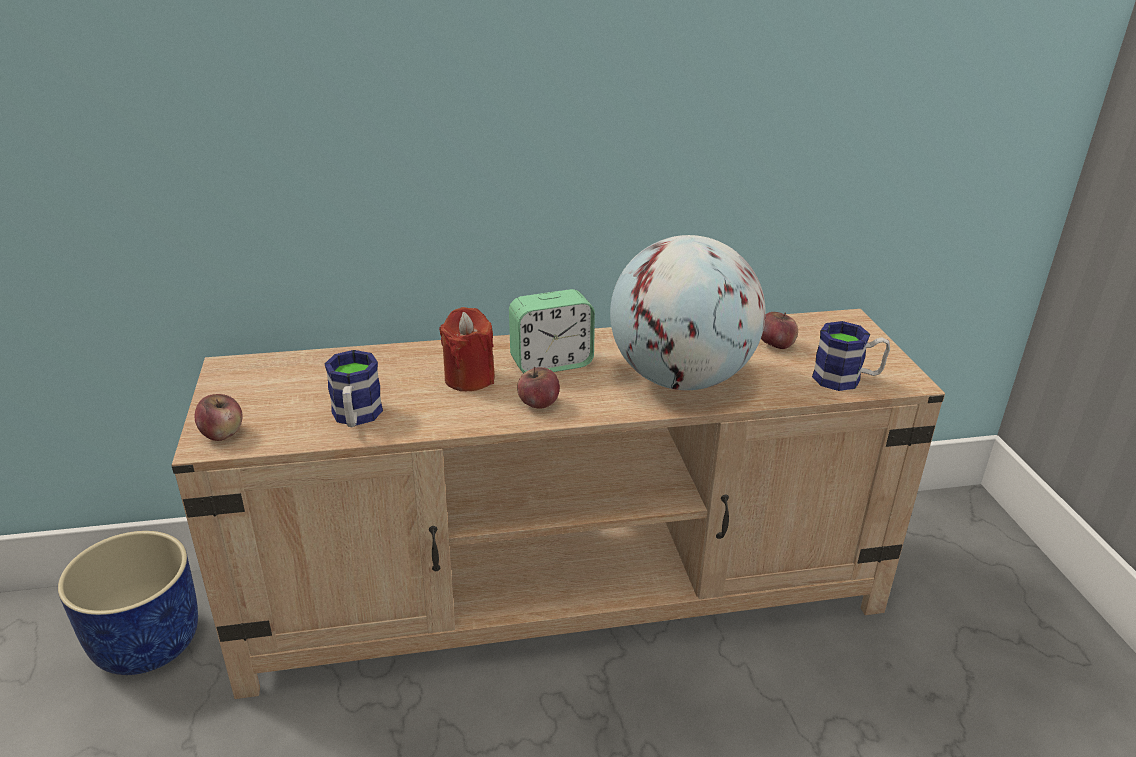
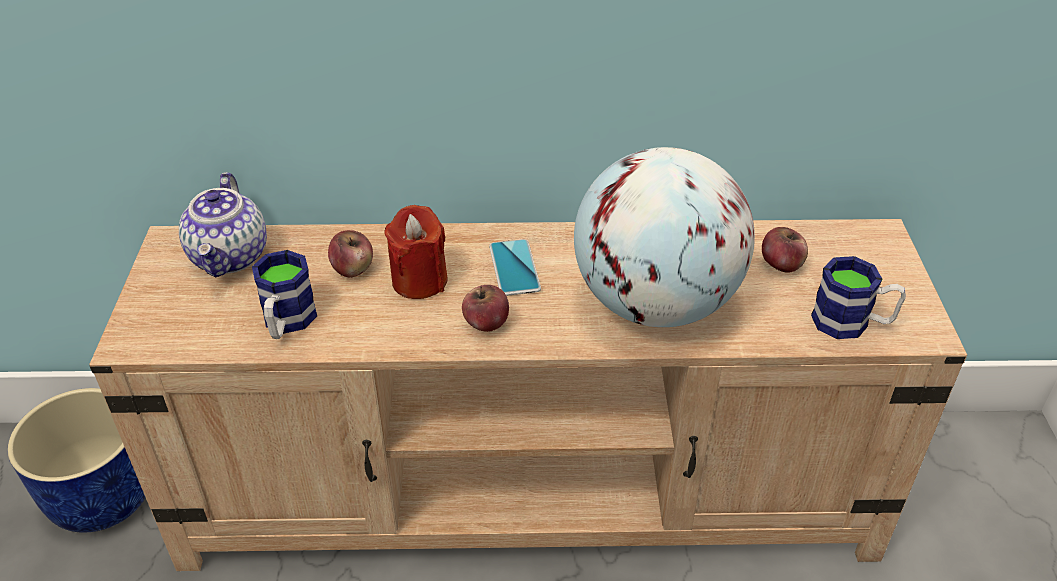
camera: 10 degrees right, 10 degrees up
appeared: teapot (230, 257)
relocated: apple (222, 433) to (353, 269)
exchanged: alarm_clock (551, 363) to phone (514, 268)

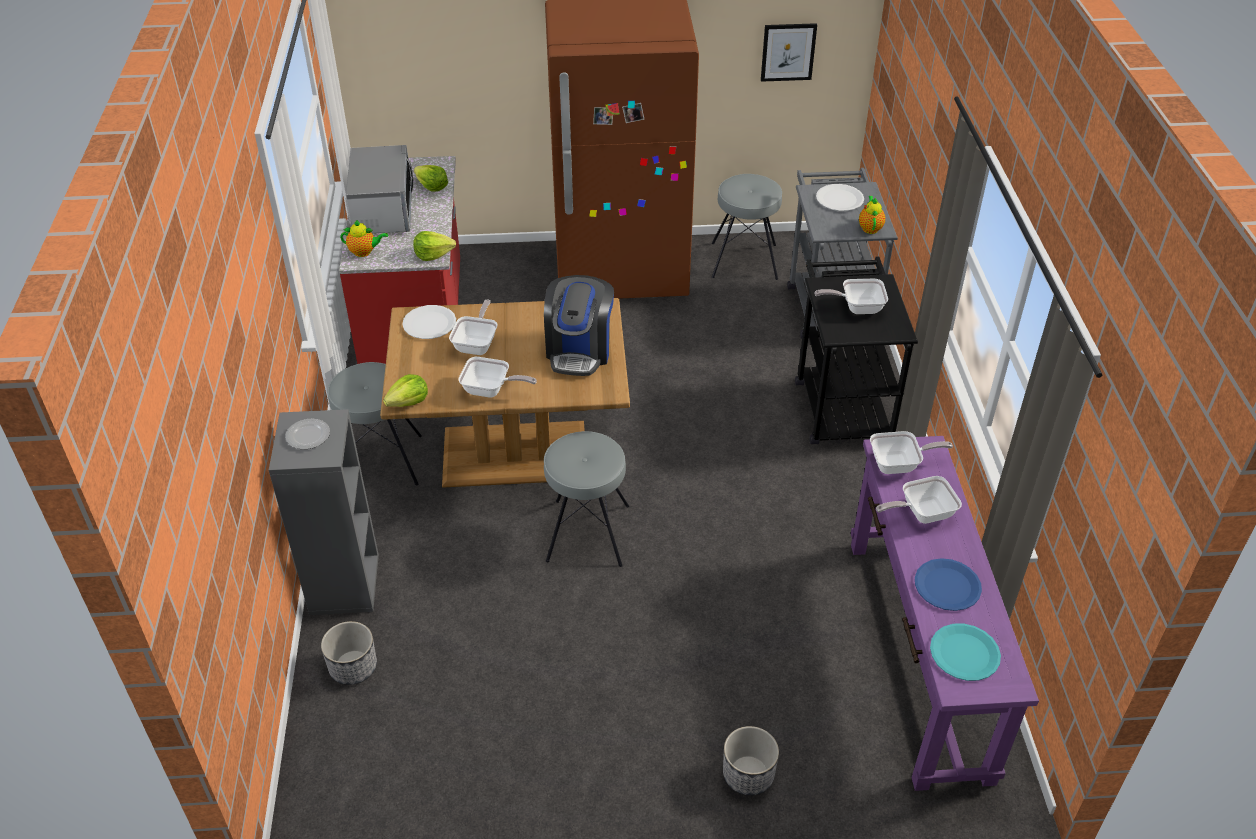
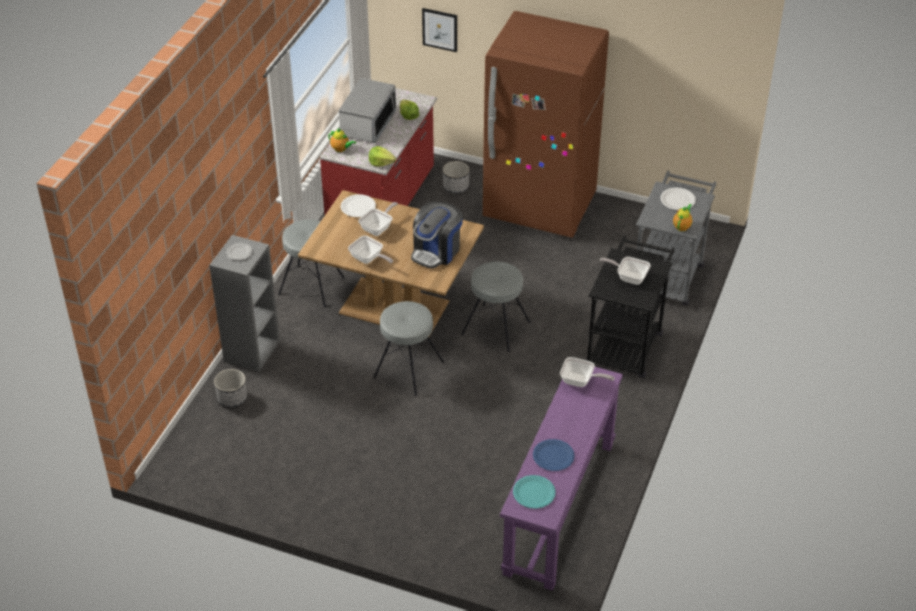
camera: 25 degrees right, 0 degrees up
missing: lettuce (409, 402); frying_pan (921, 513)
relocated: picture (788, 52) to (440, 29); planter (748, 775) to (455, 187); grey_stool (744, 261) to (495, 328)

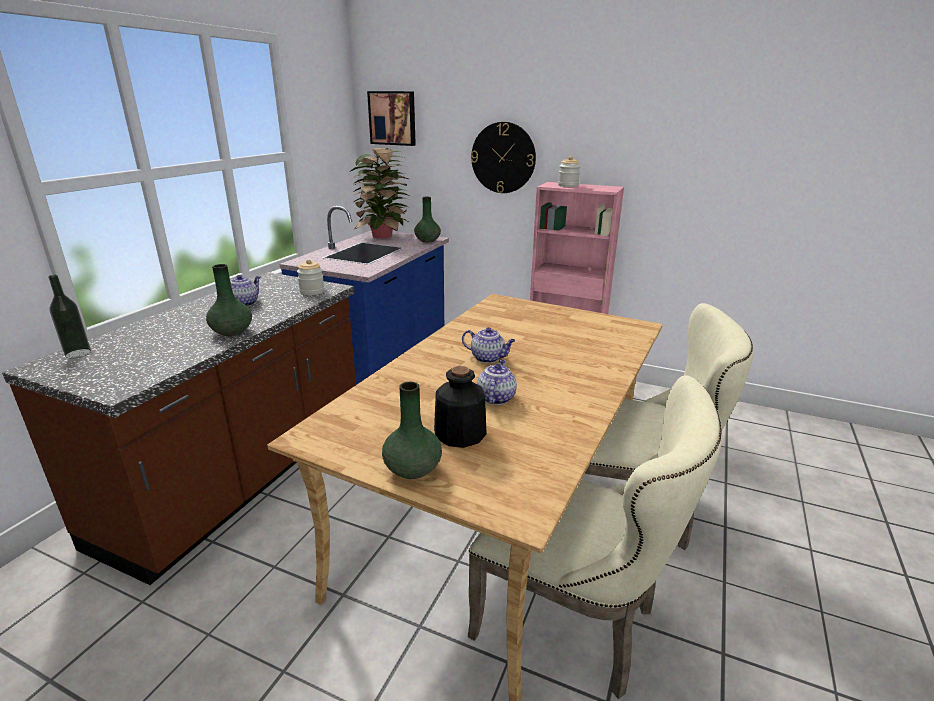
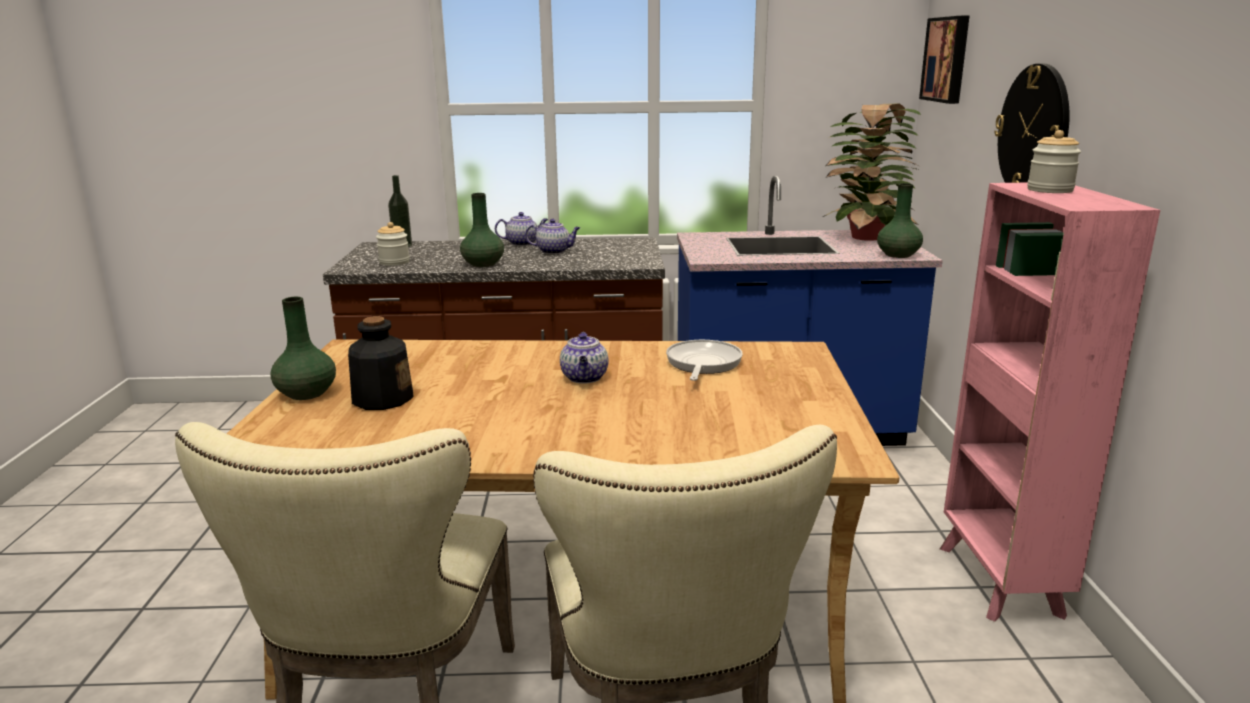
camera: 65 degrees right, 5 degrees down
appeared: frying_pan (702, 364)
relocated: jar (312, 291) to (394, 262); teapot (495, 397) to (523, 243)

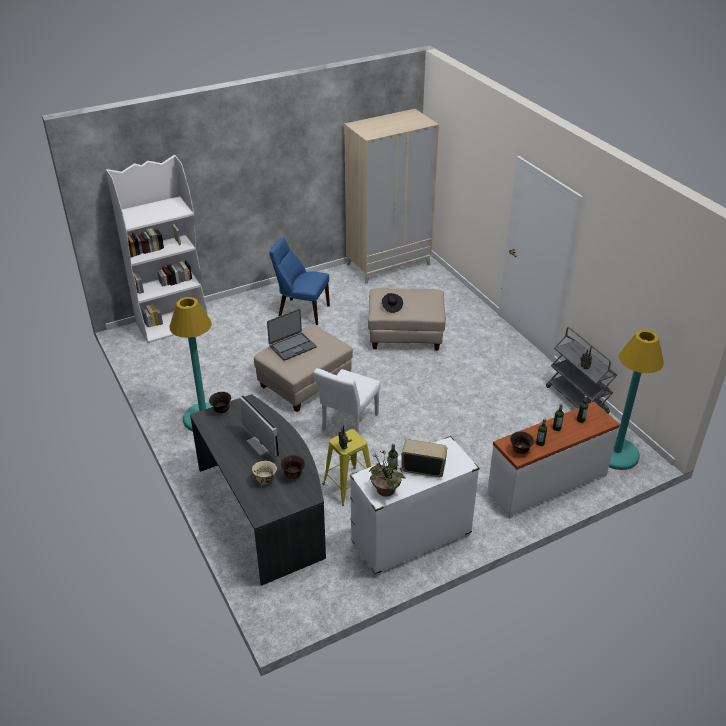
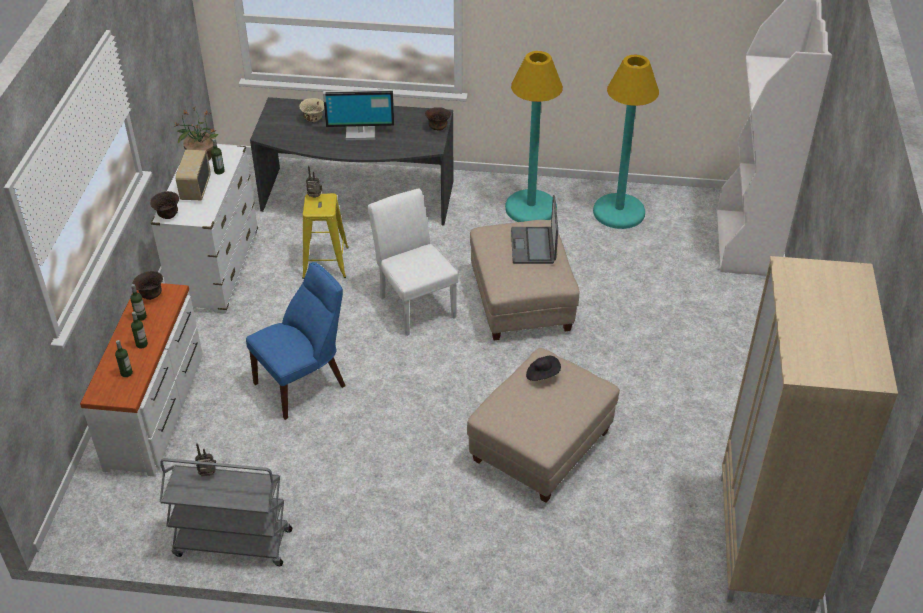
camera: 125 degrees right, 5 degrees up
relocated: brown_bowl (293, 475) to (168, 215); blue_chair (301, 311) to (304, 383); turquoise_floor_lamp (616, 454) to (619, 212)
spun: radio (423, 469) = (195, 189) 135 degrees clockwise

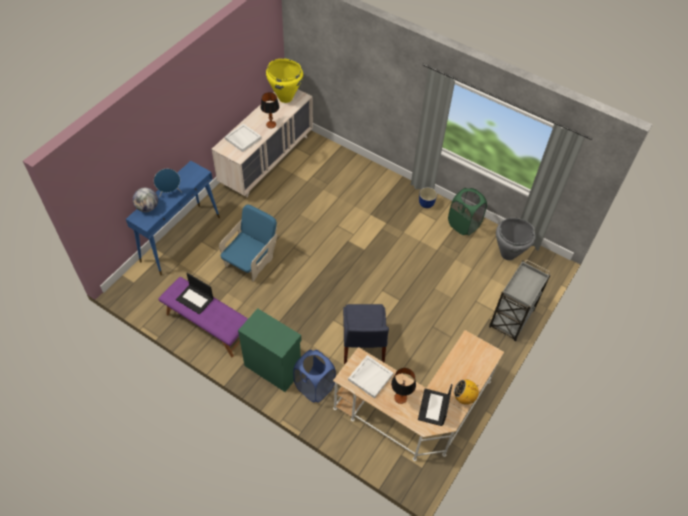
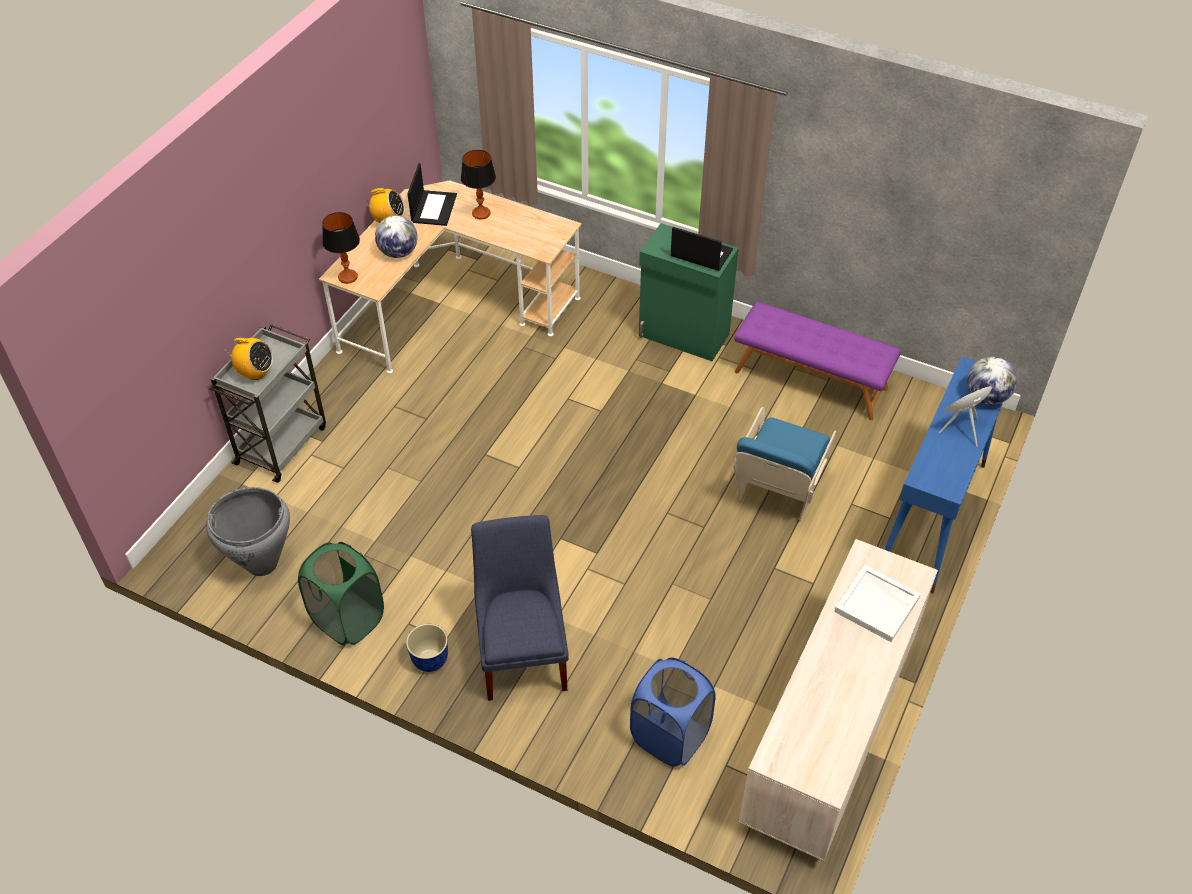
camera: 175 degrees right, 5 degrees down
missing: yellow_vase (285, 98); white_tray (370, 377)
appeared: radio (255, 373); globe (398, 253)
relocated: table_lamp (271, 125) to (347, 277); blue_chair (363, 346) to (523, 651); blue_laundry_basket (314, 387) to (670, 736); laptop (195, 299) to (700, 253)

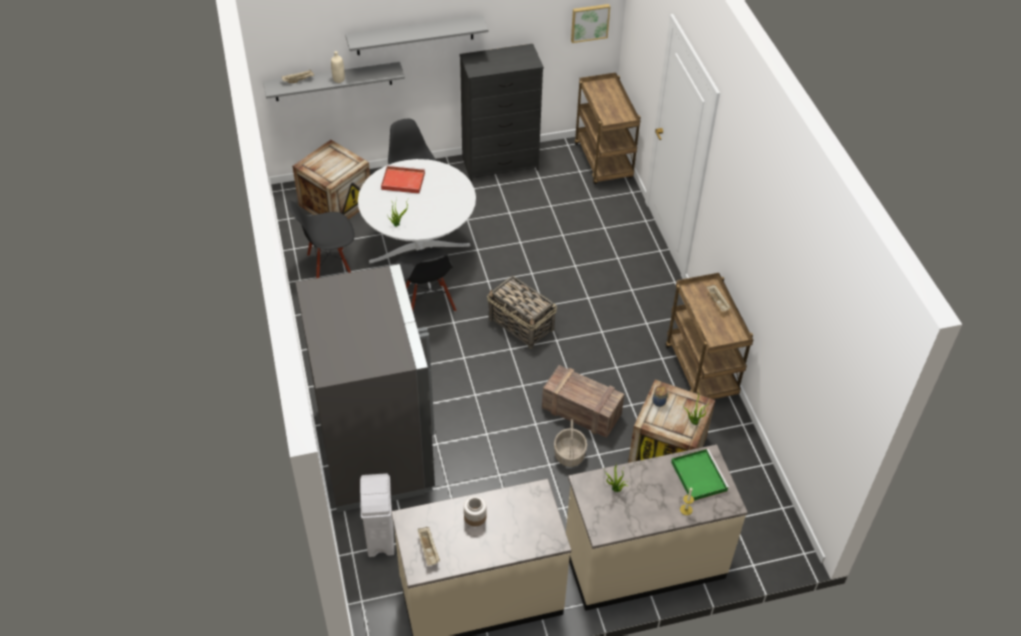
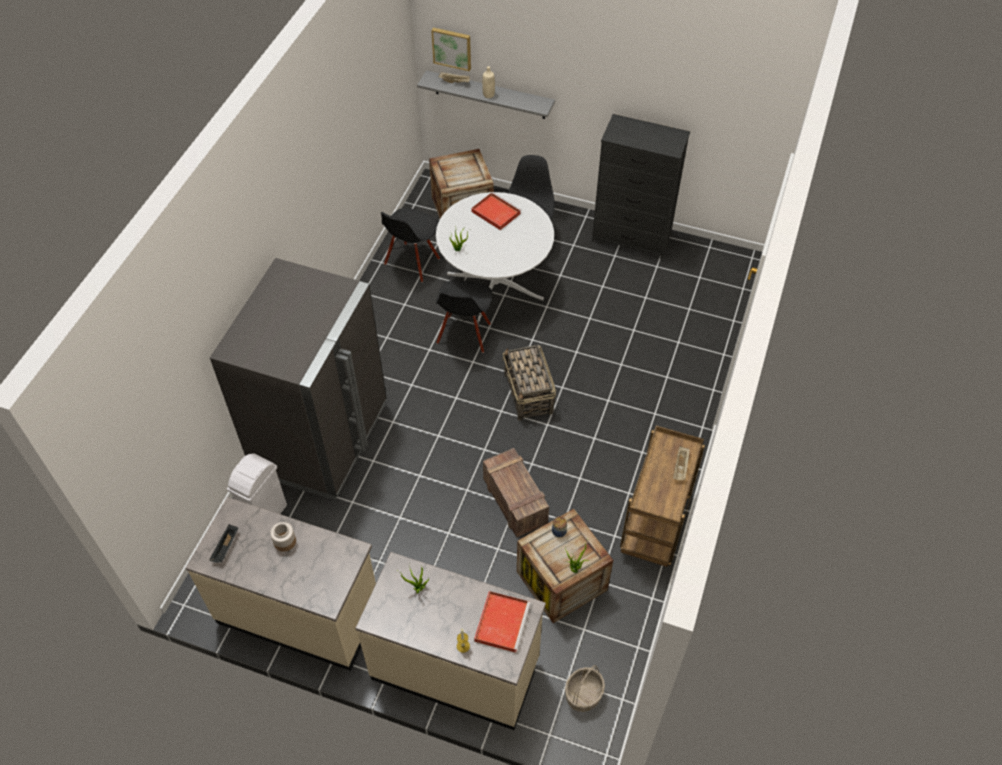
camera: 35 degrees right, 5 degrees up
missing: grey_shelf (415, 35); brown_cart (604, 162)
relocated: picture (589, 22) to (452, 48); basket (569, 455) to (583, 695)
colour: beige_tray (429, 550) to black_tray (225, 548); green_tray (698, 475) to red_tray (502, 621)
spun: black_chair (329, 267) = (412, 262) 75 degrees counterclockwise

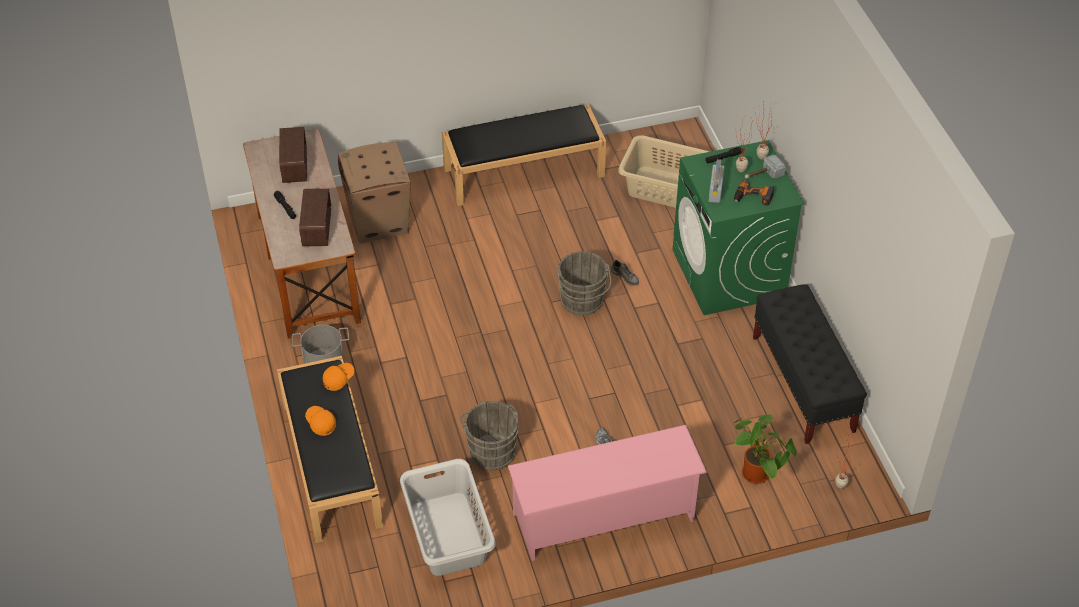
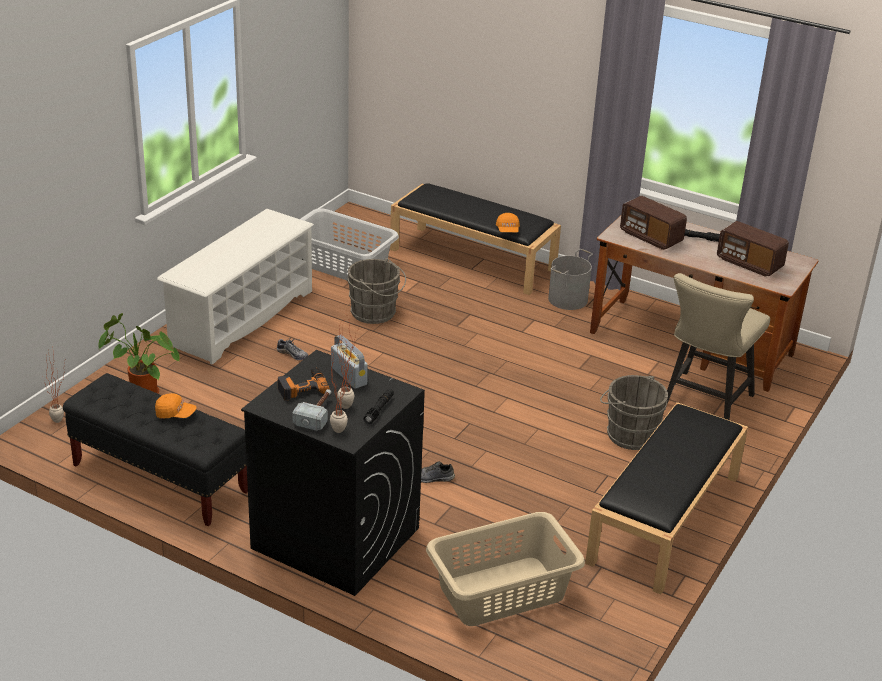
camera: 135 degrees right, 15 degrees down
relocated: orange_cap (320, 423) to (175, 414); grey_bucket (582, 302) to (629, 434)
exchanged: cardboard_box (379, 222) to beige_chair (704, 402)
colour: pink_shoe_rack (604, 517) to white_shoe_rack (241, 317); green_washing_machine (729, 274) to black_washing_machine (334, 538)

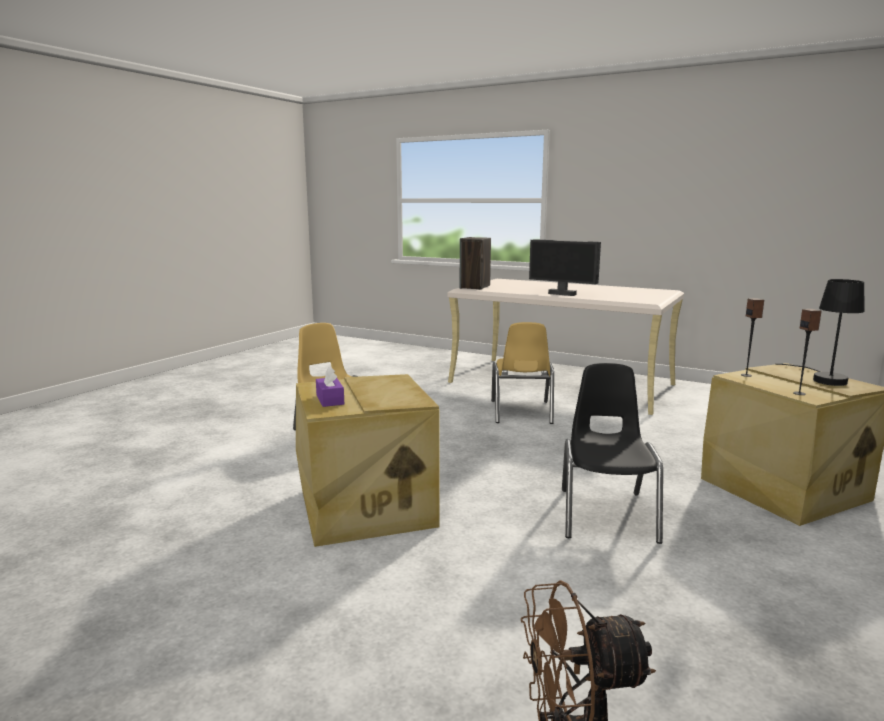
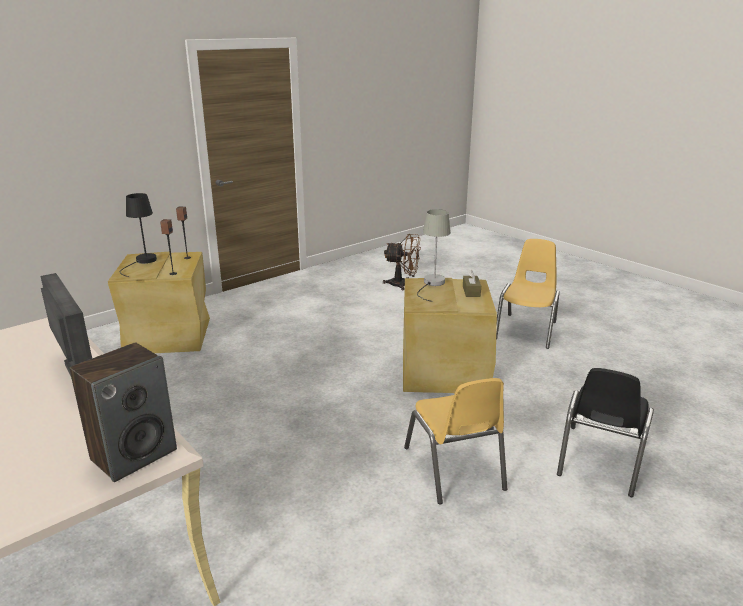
camera: 160 degrees left, 10 degrees up
appeared: grey_table_lamp (432, 284)
relocated: yellow_chair (521, 412) to (526, 330); black_chair (606, 514) to (600, 460)
colour: purple_tissue_box (330, 399) to brown_tissue_box (471, 291)

